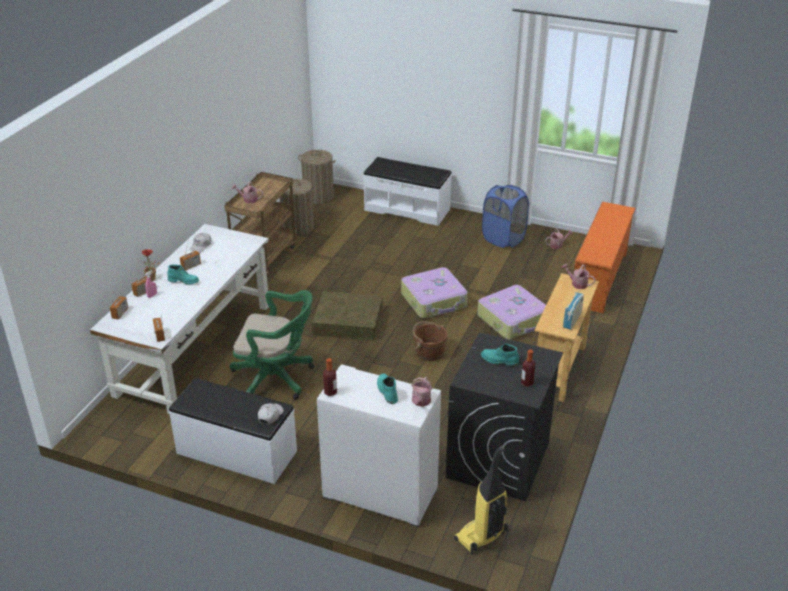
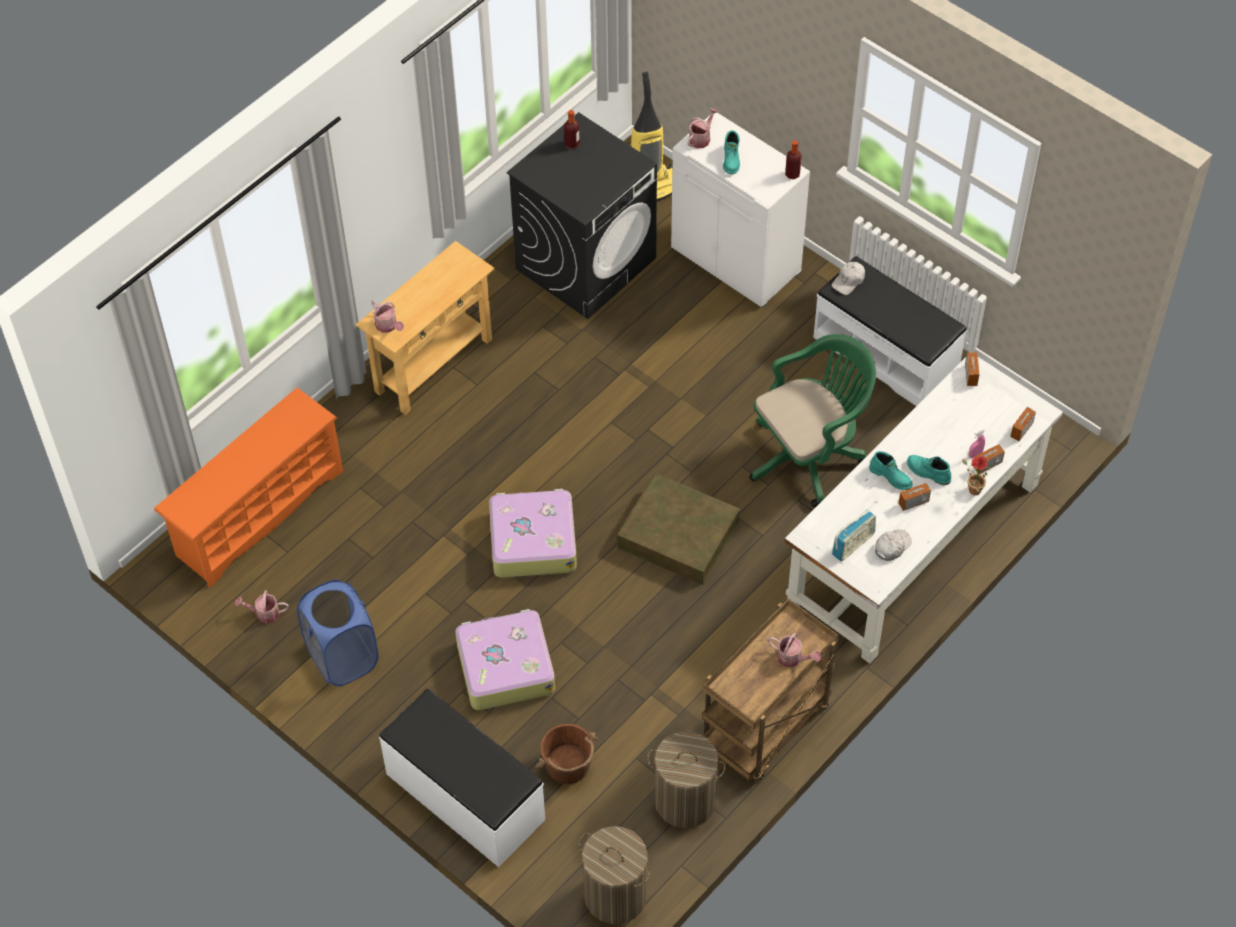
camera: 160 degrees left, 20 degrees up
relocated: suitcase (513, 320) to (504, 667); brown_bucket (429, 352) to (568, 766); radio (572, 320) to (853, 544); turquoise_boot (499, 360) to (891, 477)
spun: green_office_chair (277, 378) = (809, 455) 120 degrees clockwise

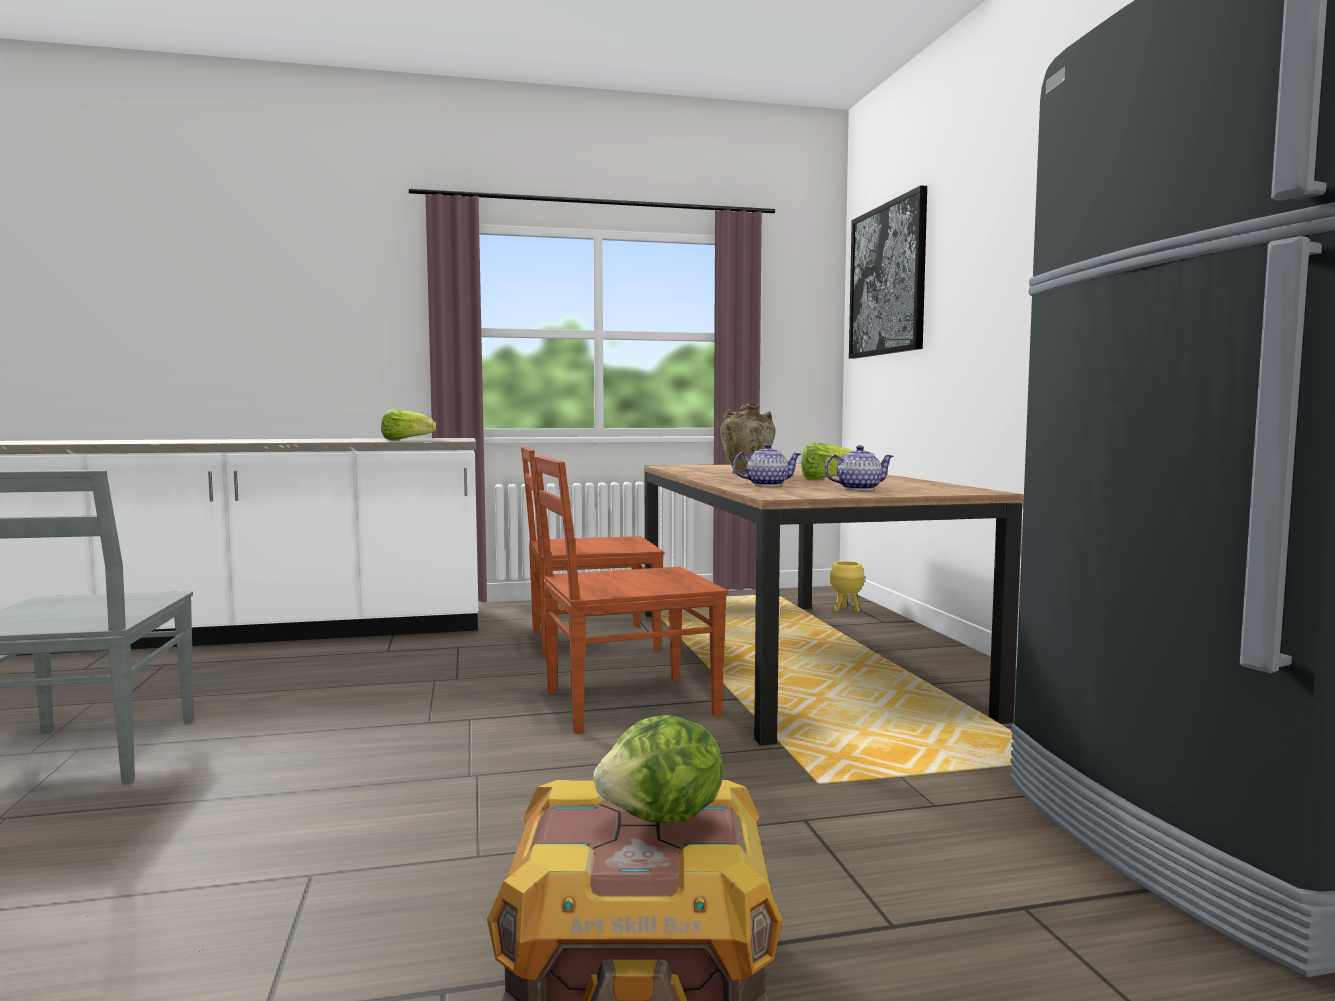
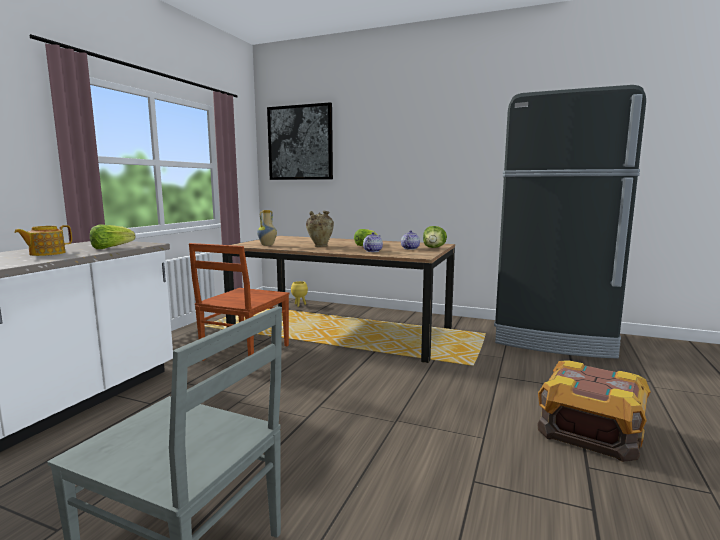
camera: 55 degrees left, 5 degrees up
missing: brown_chair (625, 703)
appeared: teapot (46, 253); vase (267, 245)
relocated: lettuce (663, 819) to (434, 248)

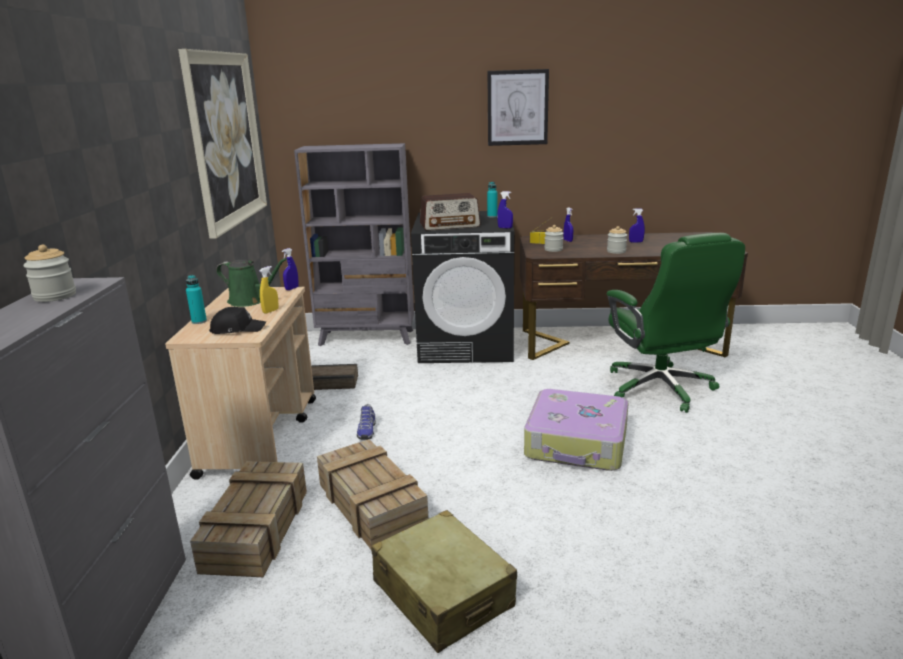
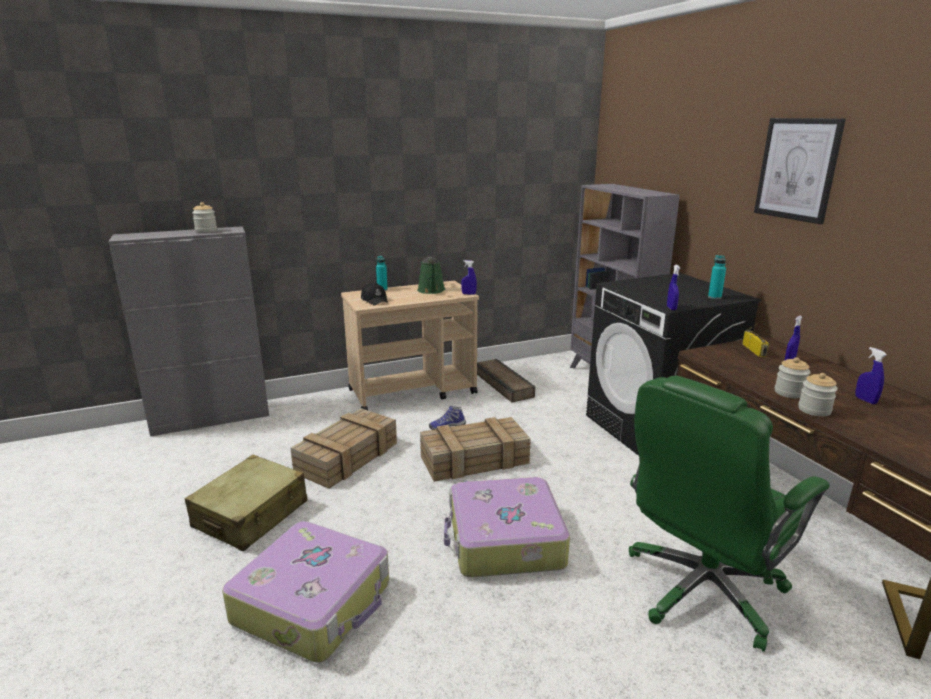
camera: 65 degrees right, 0 degrees up
missing: picture (226, 139); yellow_spray_bottle (270, 311); radio (450, 225)
appeared: suitcase (314, 602)
relocated: crate (256, 531) to (473, 460); jar (553, 249) to (814, 410)

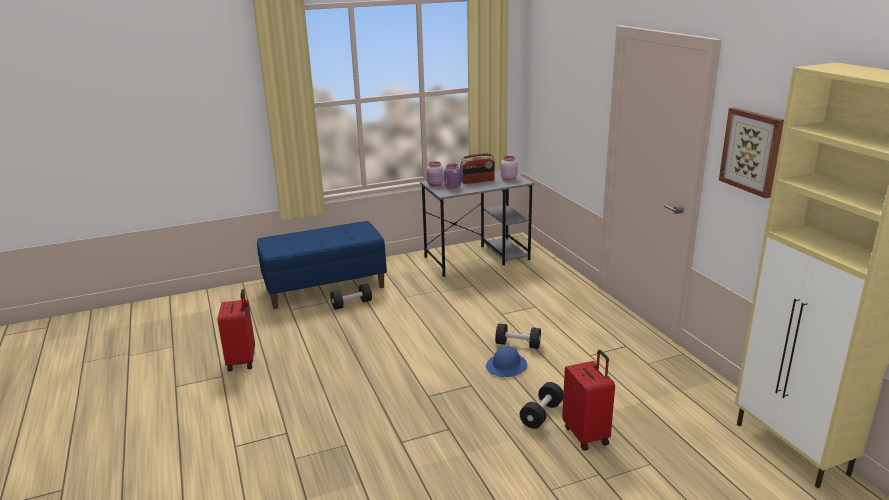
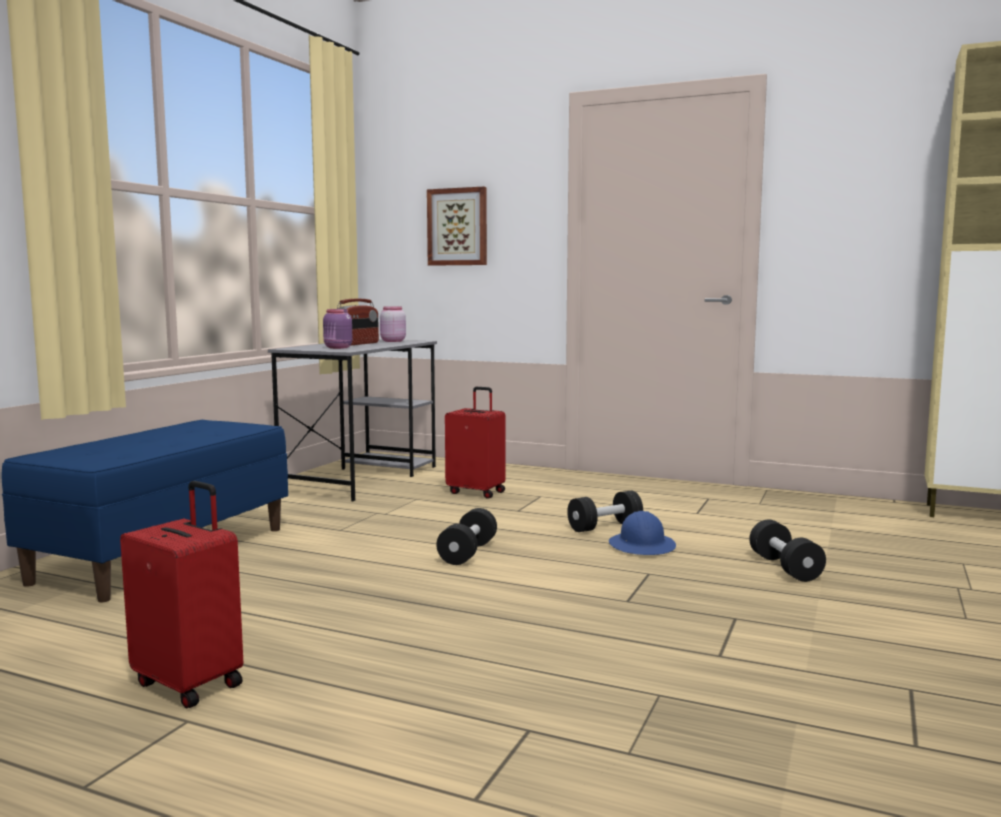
camera: 45 degrees left, 15 degrees down
missing: pink_jar (435, 185)
relocated: picture (752, 151) to (458, 227); black_dumbbell (351, 304) to (467, 553); red_suitcase (587, 435) to (477, 492)

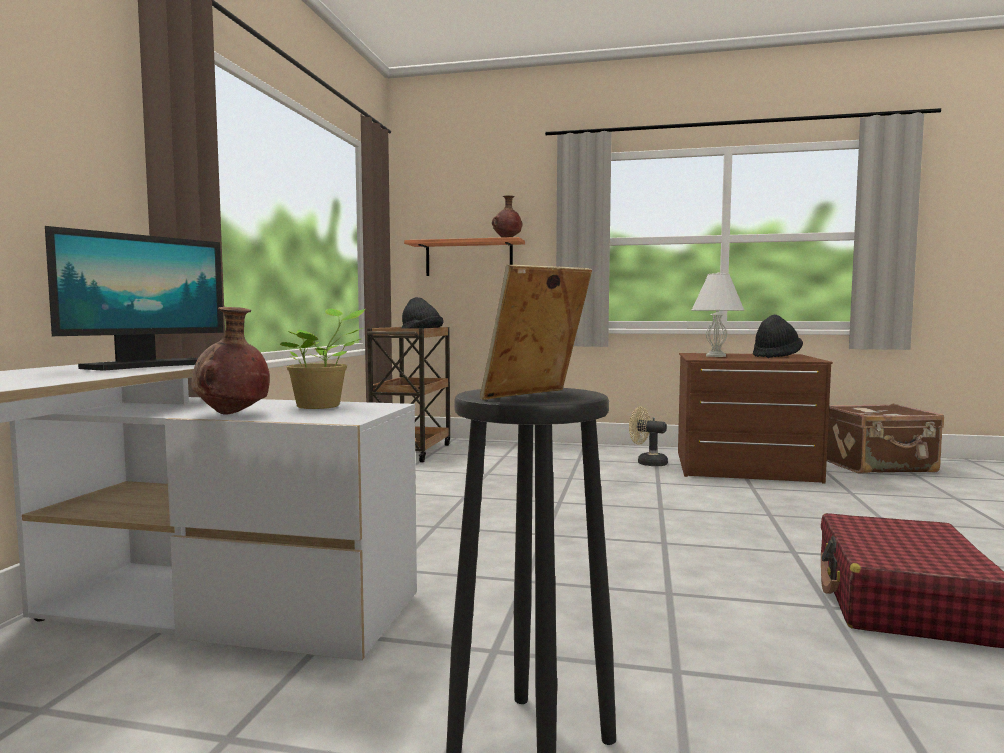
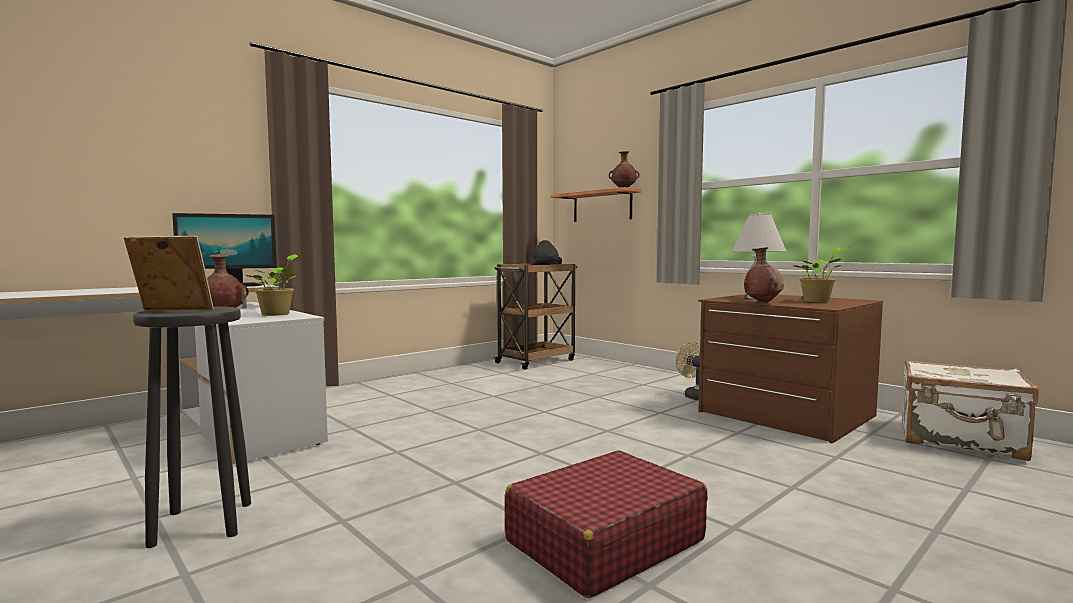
camera: 35 degrees right, 0 degrees up
appeared: brown_vase (762, 302)
exchanged: black_hat (776, 357) to potted_plant (818, 301)
colour: brown_suitcase (878, 466) to white_suitcase (961, 441)

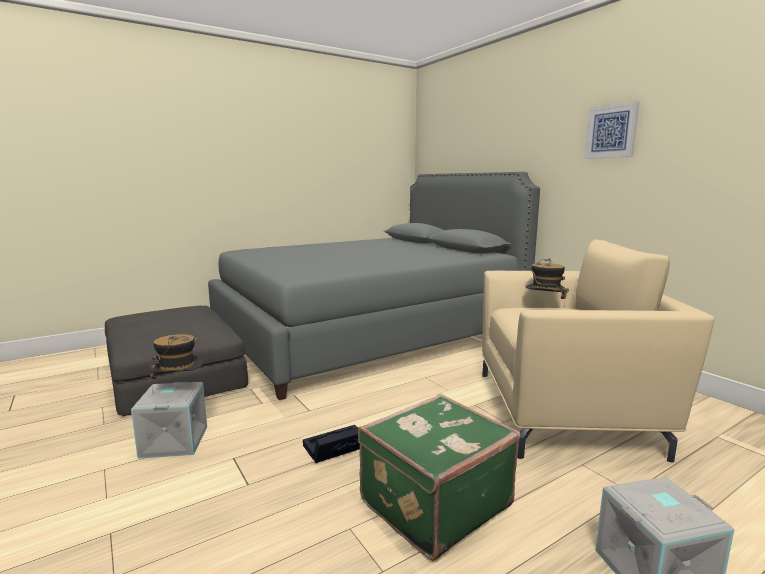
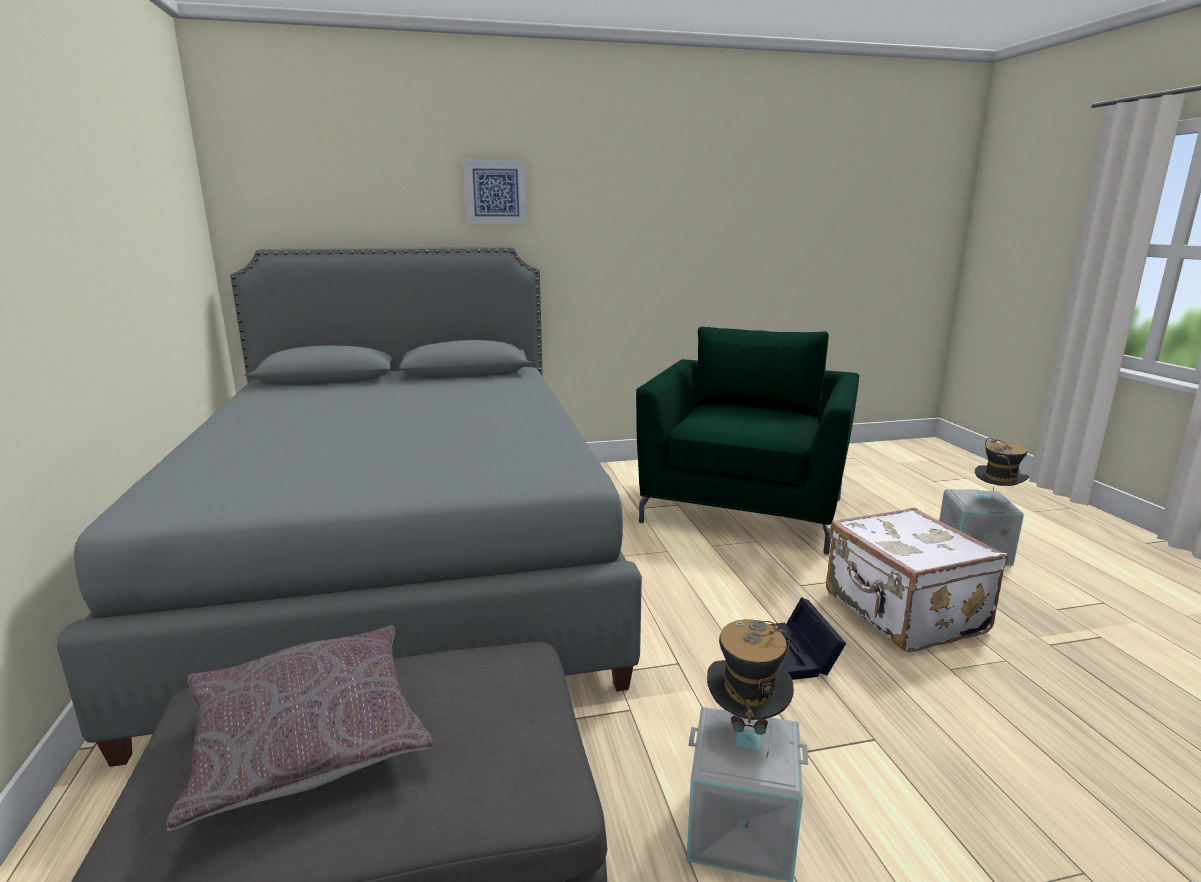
camera: 70 degrees left, 5 degrees up
appeared: grey_pillow (307, 736)
relocated: picture (611, 131) to (495, 192); hat (544, 307) to (996, 500)
colour: beige_armchair (565, 411) to green_armchair (745, 509); green_suitcase (433, 502) to white_suitcase (902, 613)

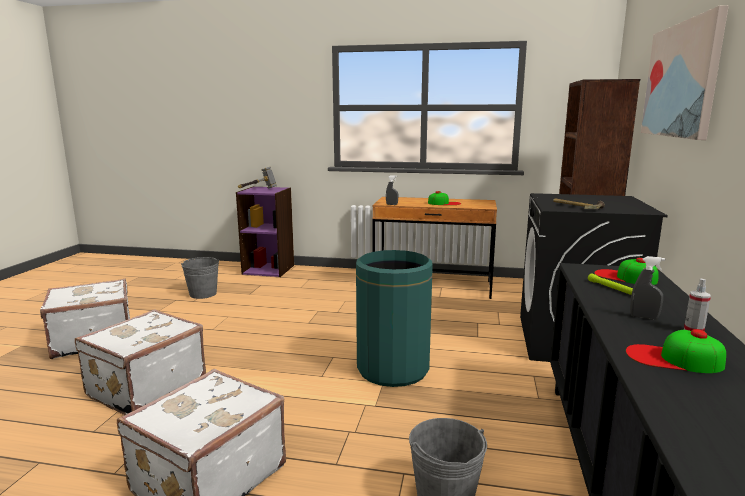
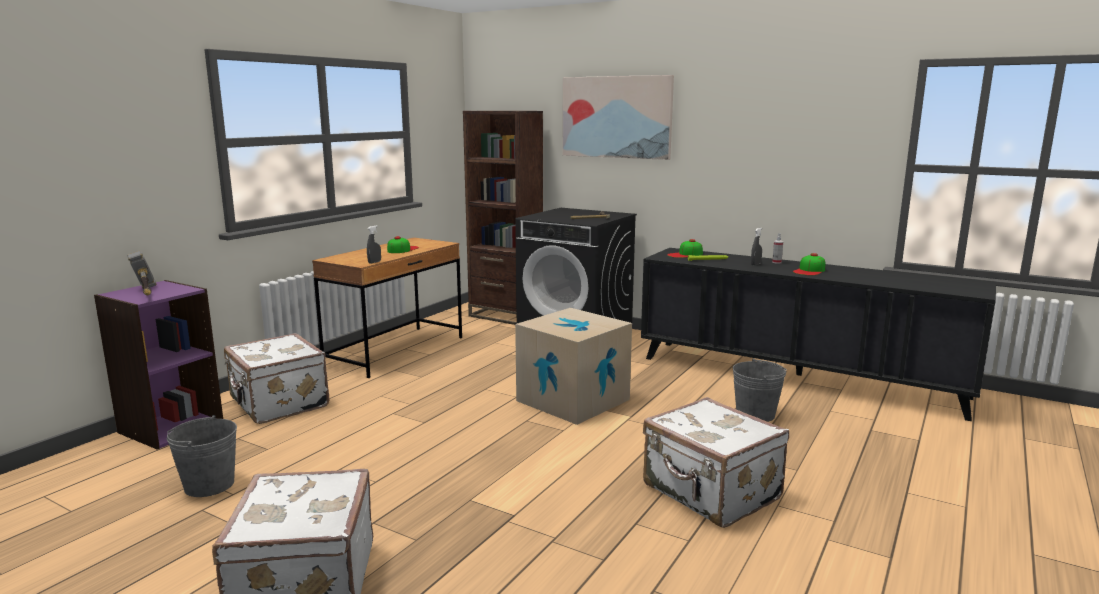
camera: 70 degrees left, 0 degrees up
relocated: white_suitcase (145, 387) to (278, 404)
exchanged: green_trash_can (392, 369) to cardboard_box (573, 400)

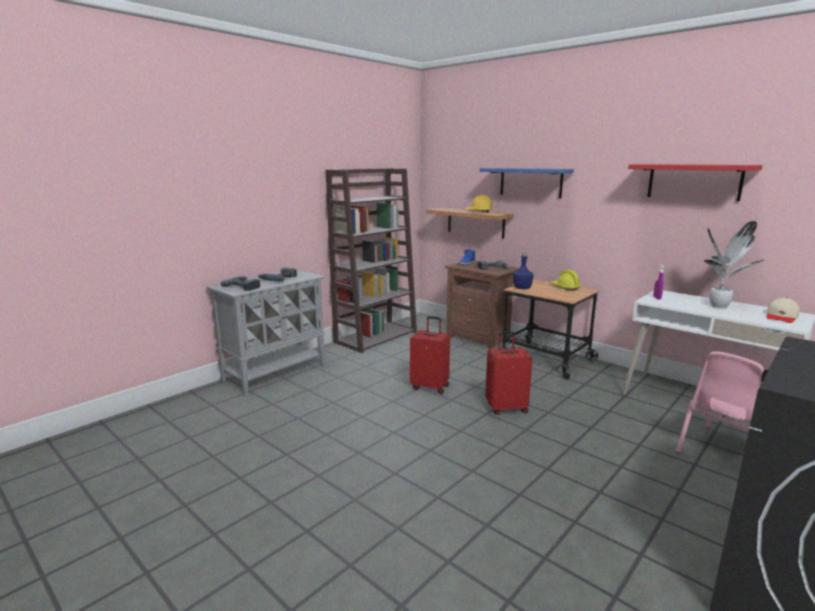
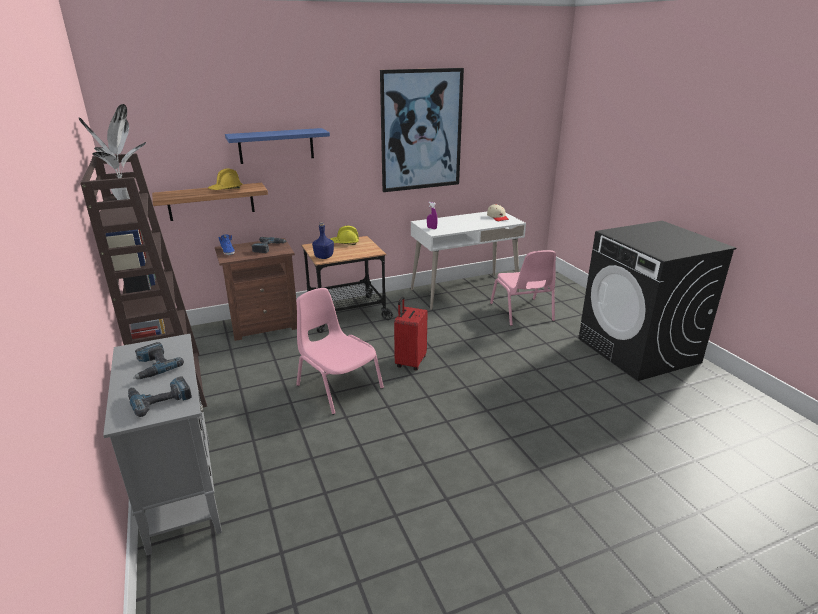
camera: 65 degrees left, 10 degrees up
relocated: potted_plant (719, 307) to (126, 199)
exchanged: red_suitcase (430, 387) to pink_chair (338, 386); red_shelf (694, 181) to picture (421, 130)

